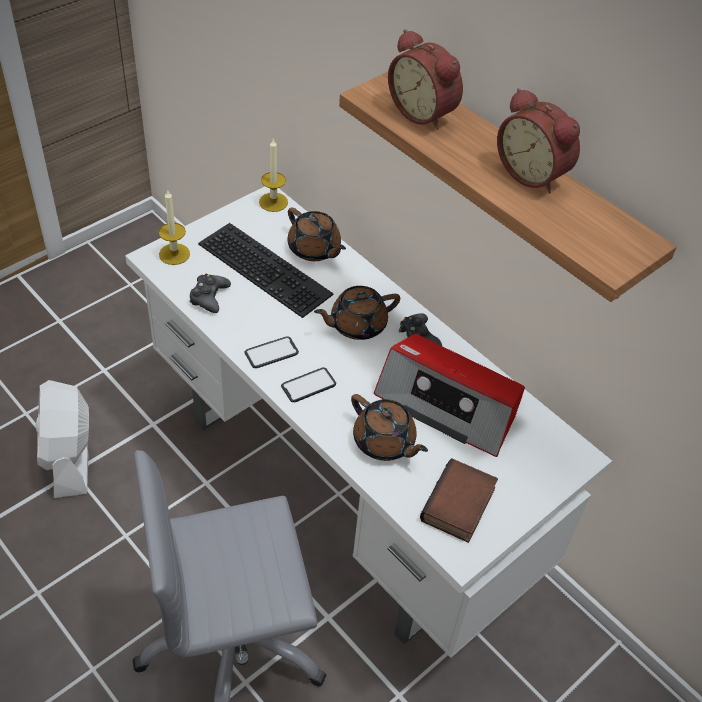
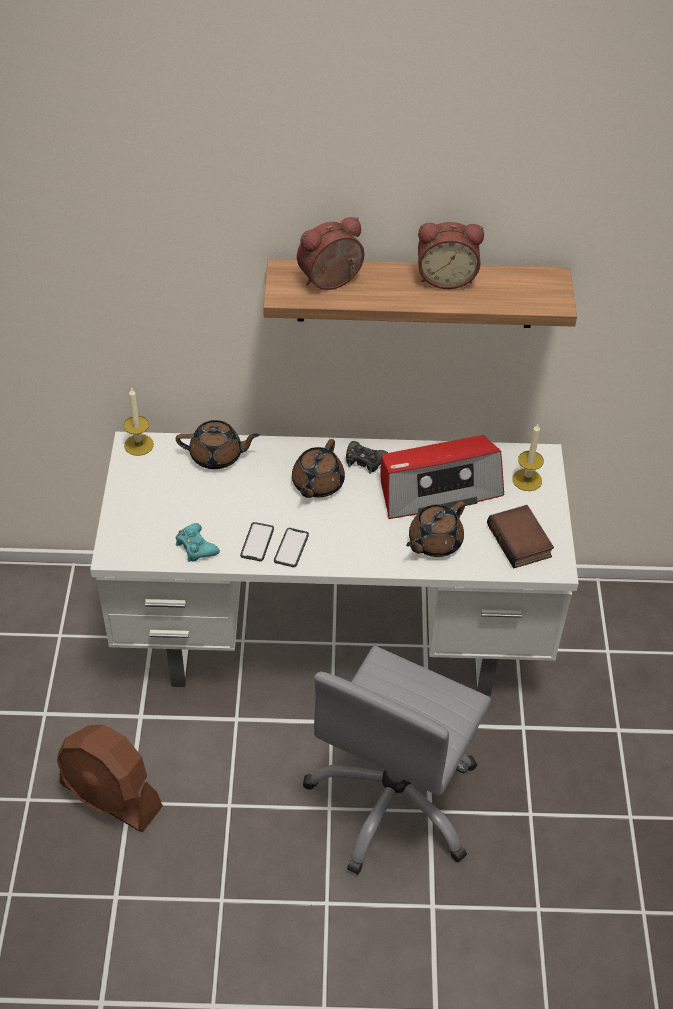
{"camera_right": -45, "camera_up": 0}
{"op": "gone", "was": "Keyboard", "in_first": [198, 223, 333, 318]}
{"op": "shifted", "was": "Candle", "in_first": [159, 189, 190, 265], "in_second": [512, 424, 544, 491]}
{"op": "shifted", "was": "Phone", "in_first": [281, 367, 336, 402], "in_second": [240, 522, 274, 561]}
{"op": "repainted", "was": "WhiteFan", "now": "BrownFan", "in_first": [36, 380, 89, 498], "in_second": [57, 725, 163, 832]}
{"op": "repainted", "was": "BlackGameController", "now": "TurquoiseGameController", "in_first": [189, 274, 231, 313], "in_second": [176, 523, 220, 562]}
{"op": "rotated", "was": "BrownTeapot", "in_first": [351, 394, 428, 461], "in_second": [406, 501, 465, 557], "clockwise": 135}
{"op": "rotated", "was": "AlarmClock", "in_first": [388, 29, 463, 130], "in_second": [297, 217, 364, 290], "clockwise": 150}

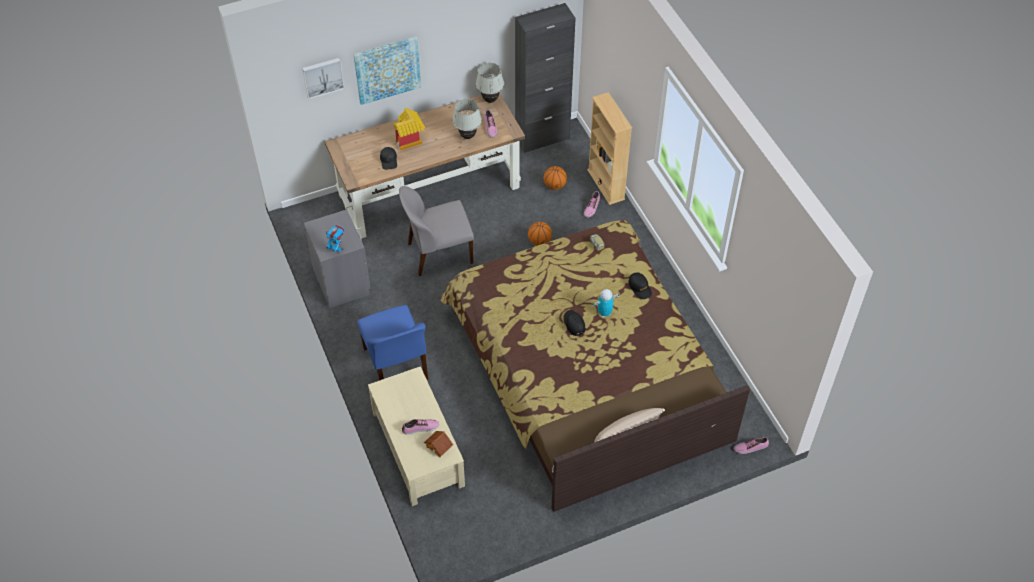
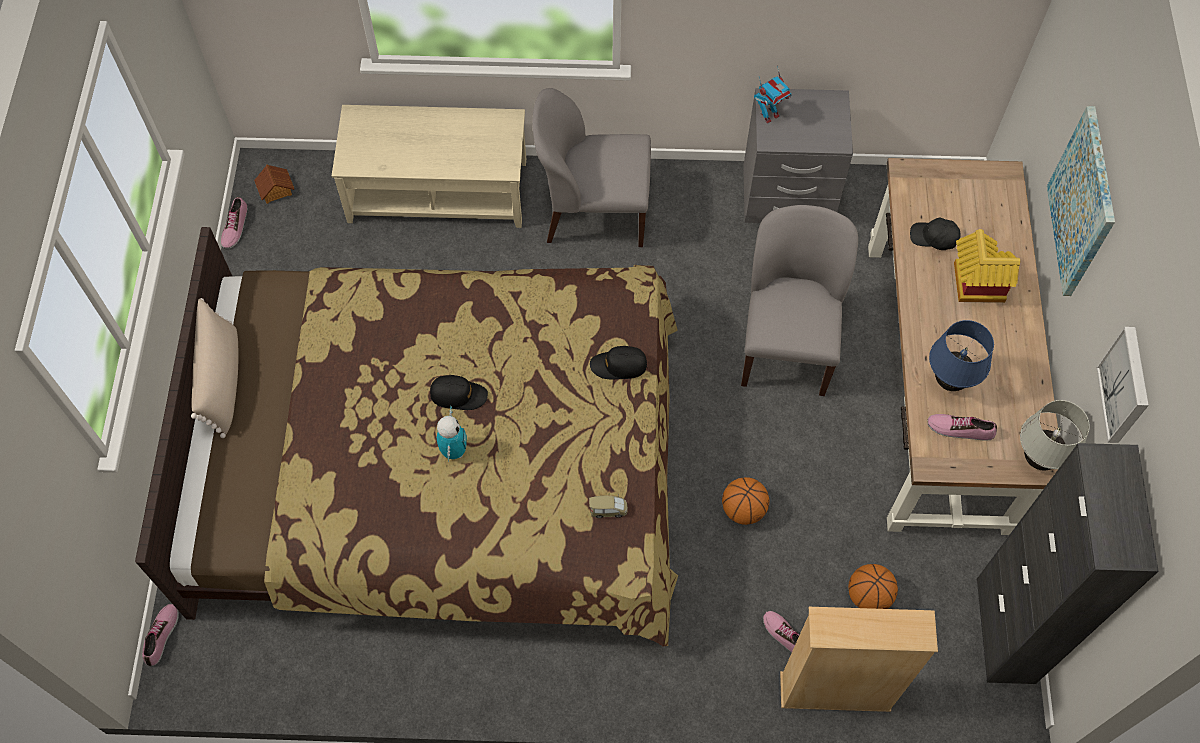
{"camera_right": 115, "camera_up": 10}
{"op": "shifted", "was": "Picture", "in_first": [302, 58, 345, 99], "in_second": [1096, 327, 1149, 443]}
{"op": "shifted", "was": "Shoe", "in_first": [402, 419, 439, 435], "in_second": [221, 197, 247, 249]}
{"op": "shifted", "was": "ToyHouse", "in_first": [424, 431, 453, 458], "in_second": [254, 165, 294, 204]}
{"op": "shifted", "was": "BlackCap", "in_first": [628, 272, 652, 299], "in_second": [590, 346, 647, 379]}
{"op": "repainted", "was": "BlueChair", "now": "GreyChair", "in_first": [357, 305, 428, 381], "in_second": [532, 88, 651, 247]}
{"op": "repainted", "was": "WhiteTableLamp", "now": "BlueTableLamp", "in_first": [452, 98, 482, 139], "in_second": [929, 320, 994, 391]}

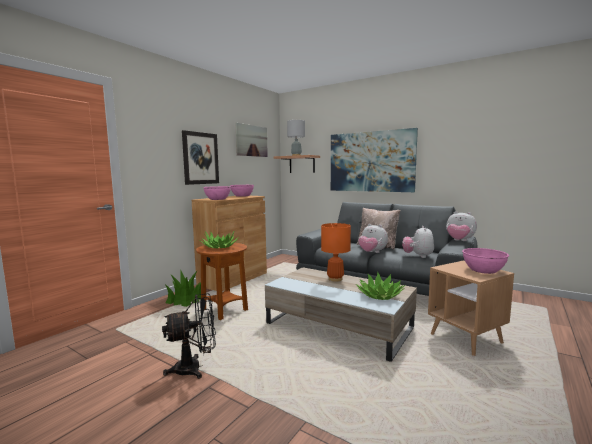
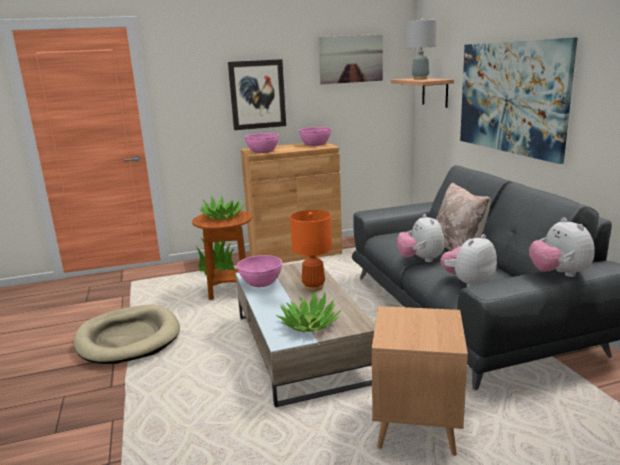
{"camera_right": 40, "camera_up": 10}
{"op": "shifted", "was": "PinkBowl", "in_first": [462, 248, 509, 274], "in_second": [237, 255, 283, 287]}
{"op": "swapped", "was": "BlackFan", "now": "BeigeDogBed", "in_first": [162, 293, 216, 379], "in_second": [74, 305, 180, 364]}

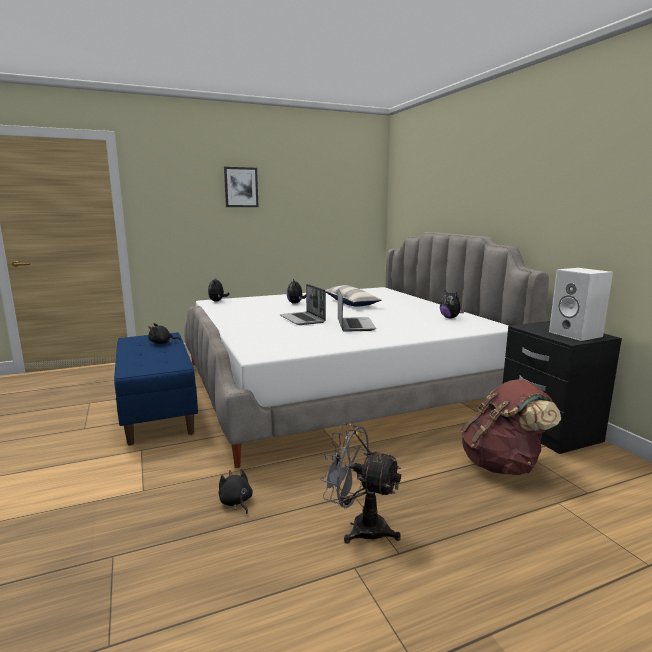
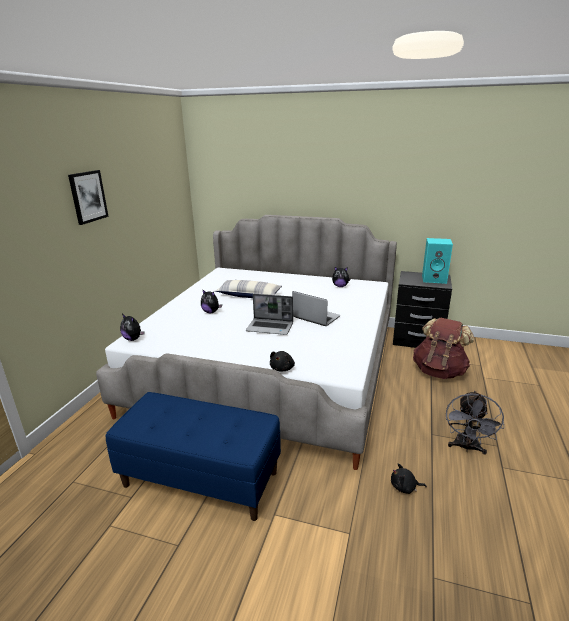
{"camera_right": -50, "camera_up": 10}
{"op": "shifted", "was": "BlackPlushToy", "in_first": [148, 323, 181, 344], "in_second": [270, 351, 295, 371]}
{"op": "repainted", "was": "WhiteSpeaker", "now": "TurquoiseSpeaker", "in_first": [549, 268, 613, 341], "in_second": [422, 238, 453, 284]}
{"op": "rotated", "was": "GreyFan", "in_first": [320, 424, 401, 544], "in_second": [446, 391, 505, 455], "clockwise": -45}

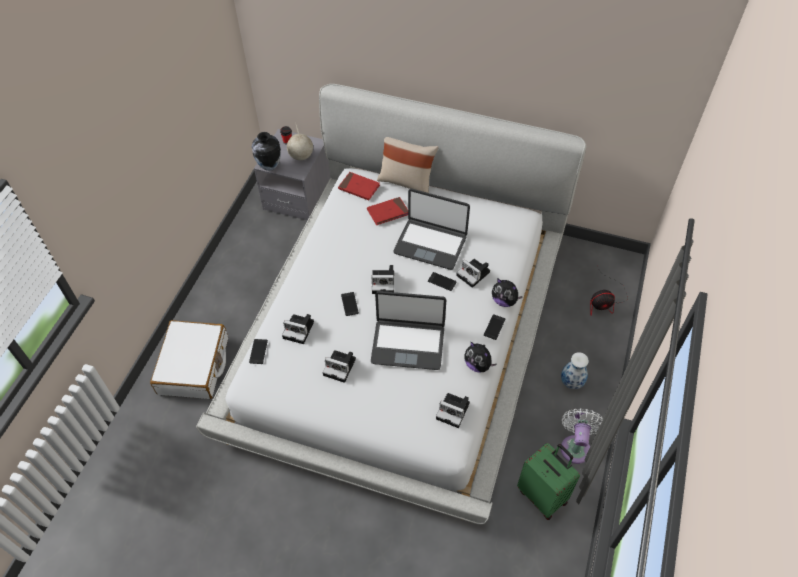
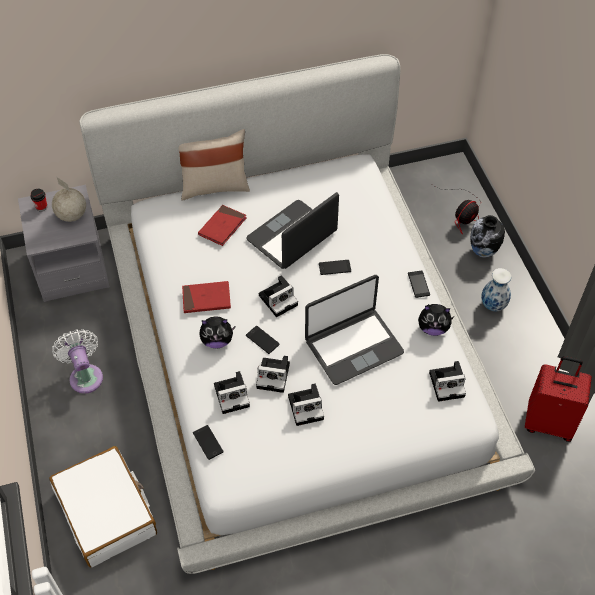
{"camera_right": -35, "camera_up": 0}
{"op": "shifted", "was": "Vase", "in_first": [252, 132, 281, 171], "in_second": [470, 215, 505, 258]}
{"op": "shifted", "was": "RedBook", "in_first": [338, 172, 380, 200], "in_second": [182, 281, 231, 313]}
{"op": "shifted", "was": "PhotoCamera", "in_first": [456, 259, 490, 288], "in_second": [256, 356, 290, 393]}
{"op": "shifted", "was": "PlushToy", "in_first": [492, 279, 523, 307], "in_second": [199, 316, 236, 349]}
{"op": "shifted", "was": "WhiteFan", "in_first": [561, 408, 603, 464], "in_second": [52, 329, 103, 394]}
{"op": "repainted", "was": "GreenSuitcase", "now": "RedSuitcase", "in_first": [517, 443, 580, 520], "in_second": [525, 356, 592, 442]}
{"op": "rotated", "was": "Laptop", "in_first": [393, 189, 470, 270], "in_second": [246, 192, 339, 269], "clockwise": 150}

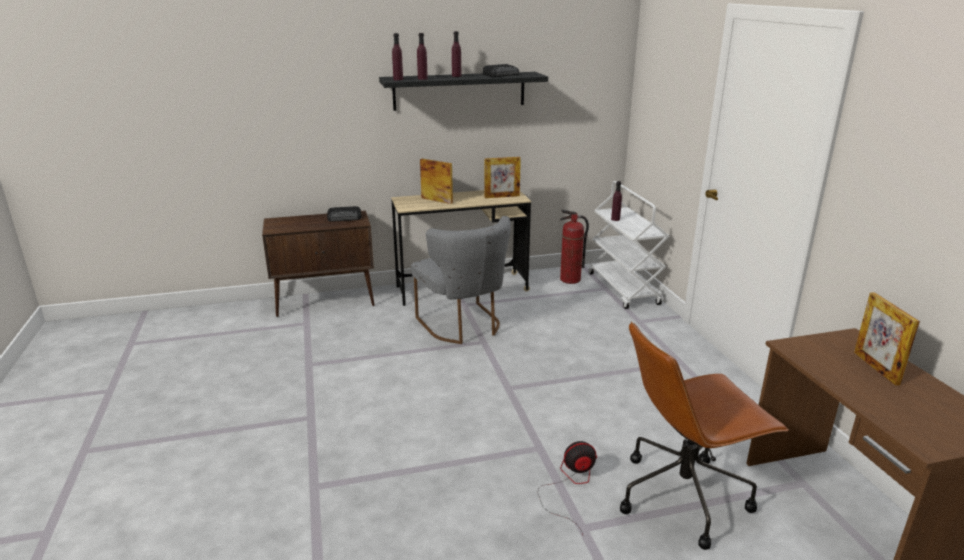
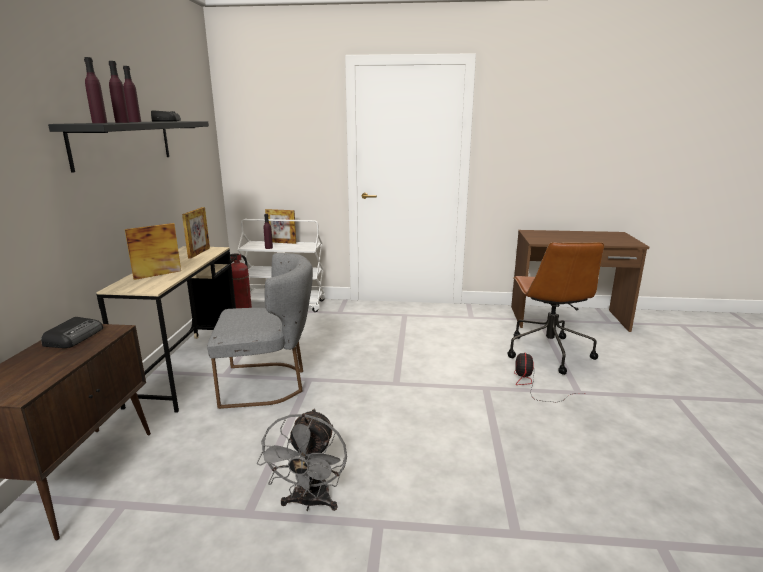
{"camera_right": -70, "camera_up": -5}
{"op": "new", "now": "GreyFan", "in_second": [257, 408, 347, 511]}
{"op": "shifted", "was": "PictureFrame", "in_first": [854, 292, 920, 386], "in_second": [265, 209, 296, 244]}

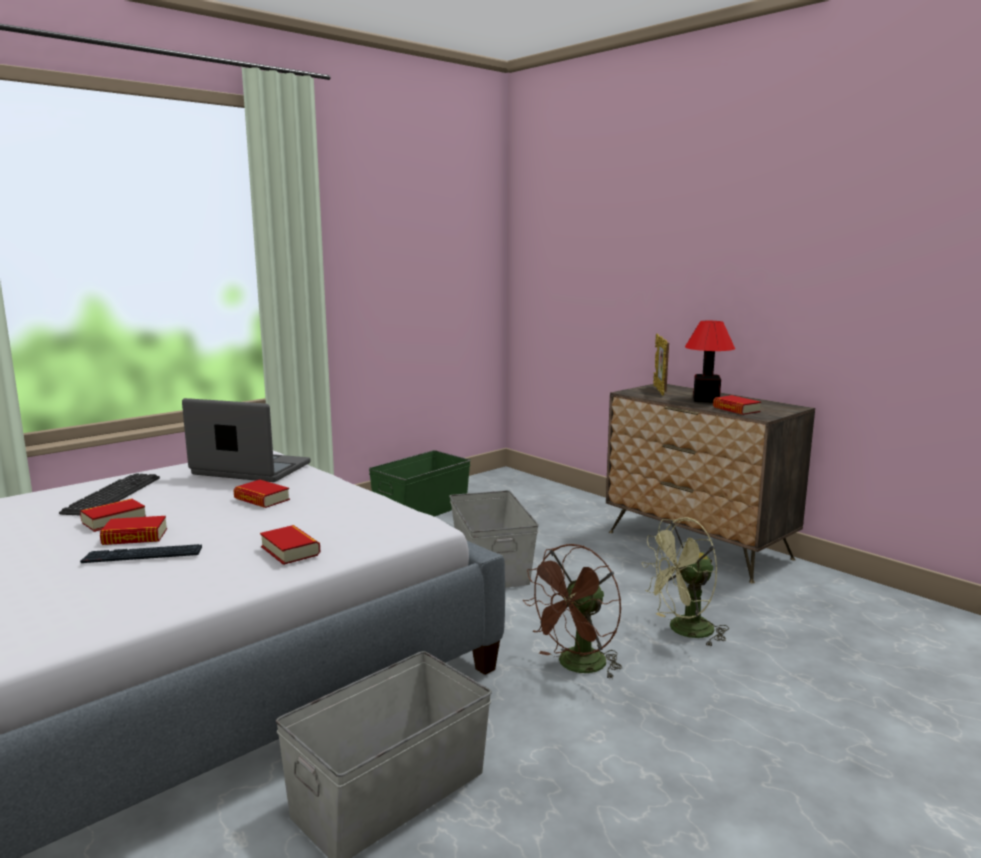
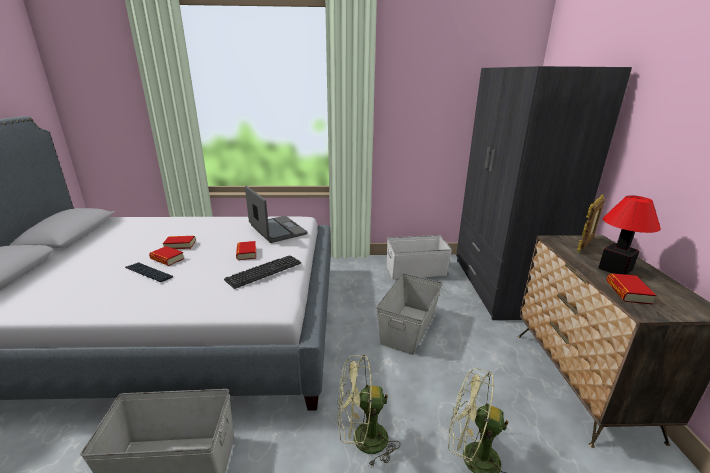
{"camera_right": 40, "camera_up": 10}
{"op": "gone", "was": "Book", "in_first": [260, 525, 320, 565]}
{"op": "new", "now": "GreyWardrobe", "in_second": [456, 66, 632, 320]}
{"op": "shifted", "was": "Keyboard", "in_first": [59, 474, 160, 515], "in_second": [224, 255, 301, 289]}
{"op": "repainted", "was": "GreenStorageBox", "now": "WhiteStorageBox", "in_first": [369, 450, 471, 517], "in_second": [387, 235, 452, 279]}
{"op": "repainted", "was": "BrownFan", "now": "GreenFan", "in_first": [523, 544, 622, 680], "in_second": [338, 355, 400, 467]}

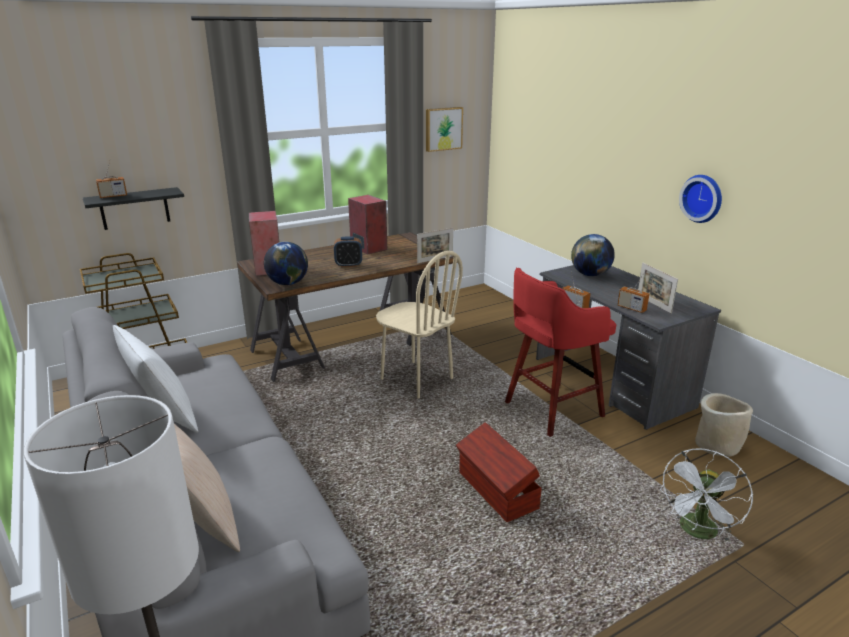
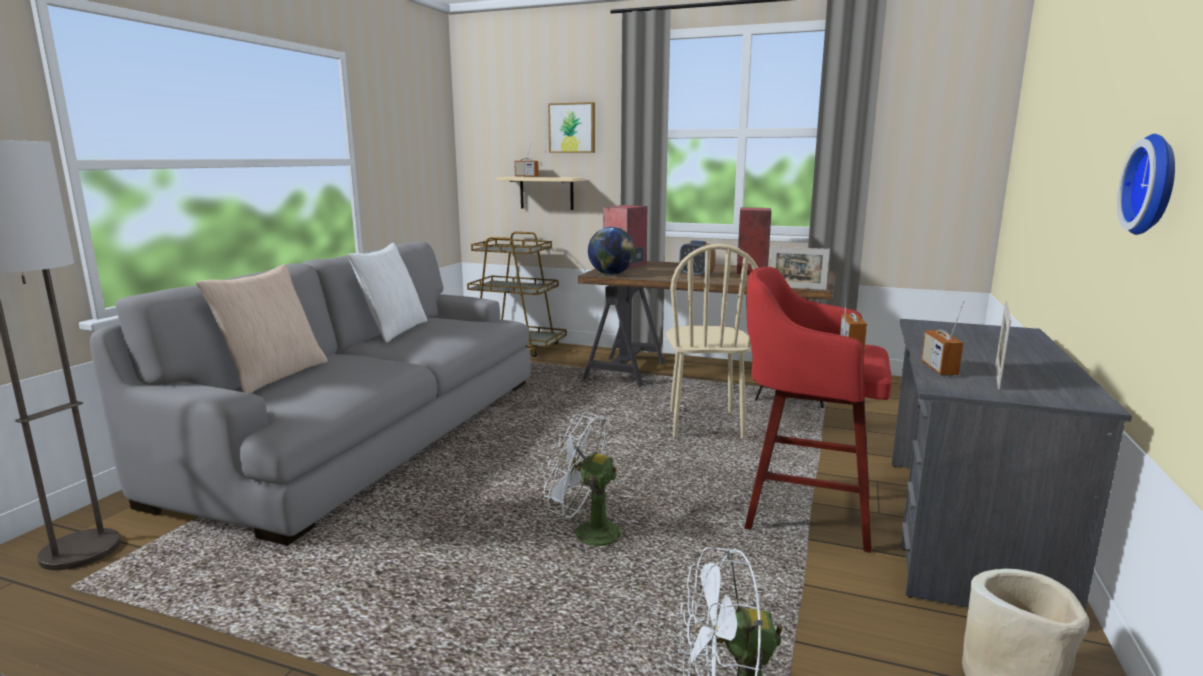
{"camera_right": 50, "camera_up": -10}
{"op": "gone", "was": "Globe", "in_first": [571, 234, 615, 276]}
{"op": "shifted", "was": "Picture", "in_first": [426, 107, 463, 152], "in_second": [548, 102, 595, 153]}
{"op": "swapped", "was": "BrownStorageBox", "now": "WhiteFan", "in_first": [456, 422, 542, 522], "in_second": [543, 412, 622, 554]}
{"op": "repainted", "was": "BlackShelf", "now": "BeigeShelf", "in_first": [83, 187, 184, 230], "in_second": [496, 177, 584, 210]}

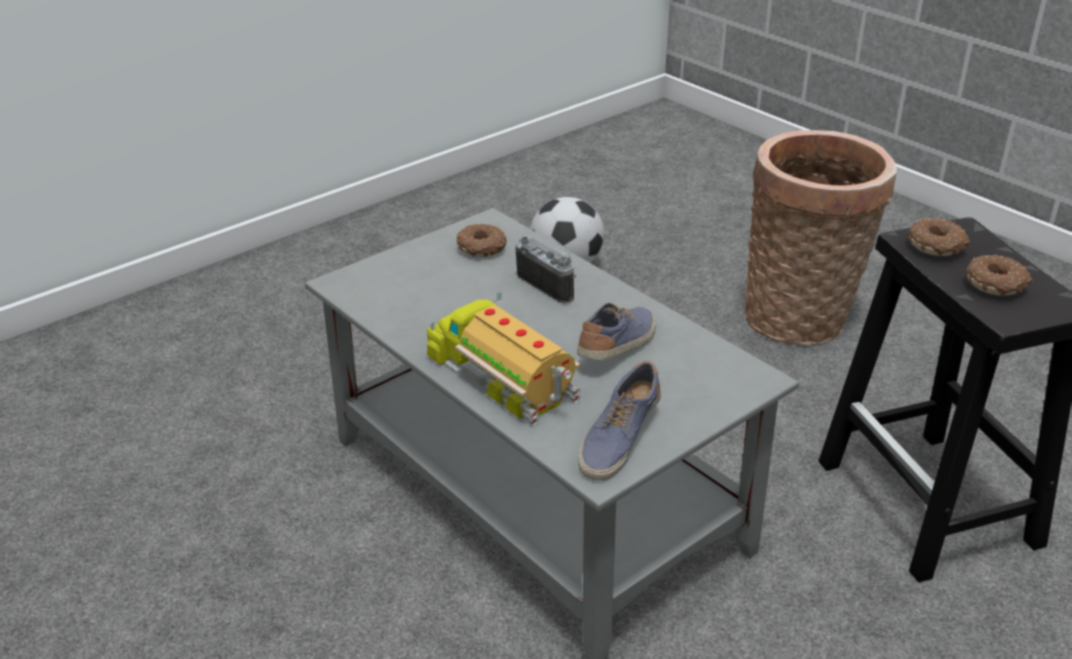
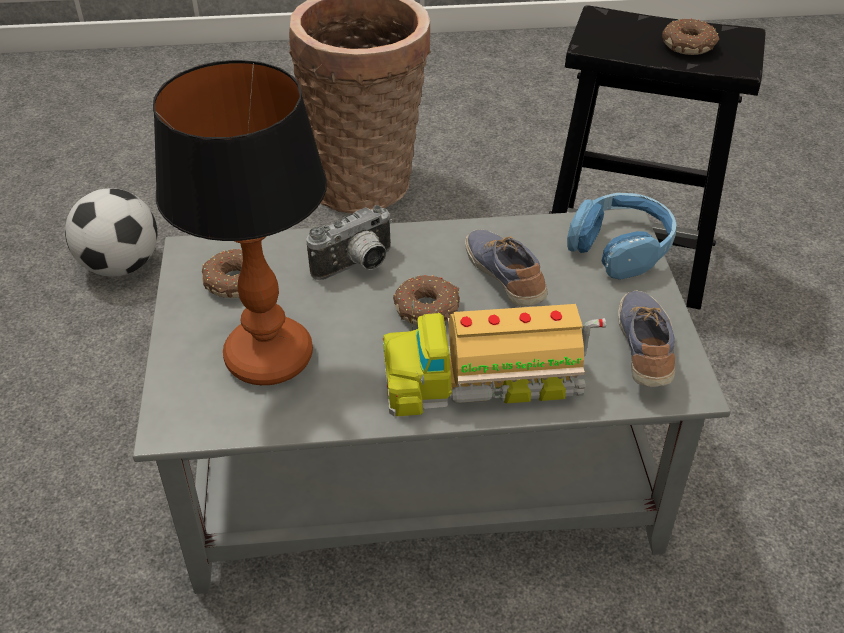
{"camera_right": -55, "camera_up": 10}
{"op": "new", "now": "TableLamp", "in_second": [153, 60, 327, 385]}
{"op": "new", "now": "BlueHeadphones", "in_second": [567, 193, 677, 280]}
{"op": "shifted", "was": "Donut", "in_first": [908, 218, 971, 256], "in_second": [393, 275, 460, 325]}
{"op": "rotated", "was": "PhotoCamera", "in_first": [515, 237, 576, 304], "in_second": [306, 205, 392, 280], "clockwise": 150}
{"op": "rotated", "was": "Shoe", "in_first": [578, 361, 661, 481], "in_second": [618, 291, 675, 387], "clockwise": -150}

